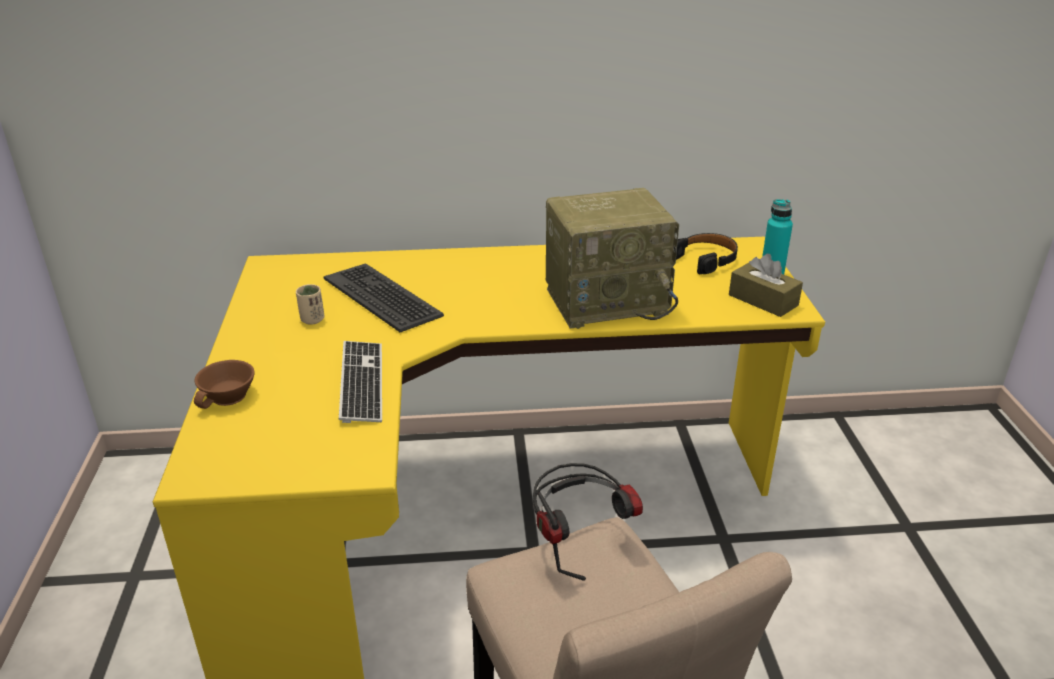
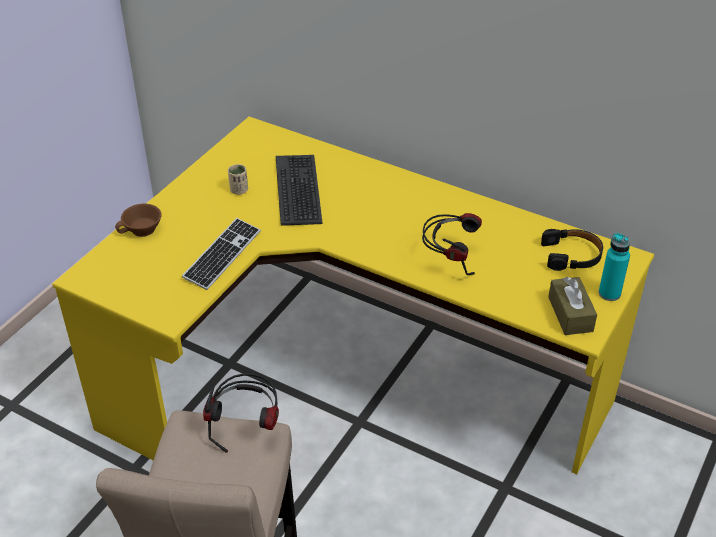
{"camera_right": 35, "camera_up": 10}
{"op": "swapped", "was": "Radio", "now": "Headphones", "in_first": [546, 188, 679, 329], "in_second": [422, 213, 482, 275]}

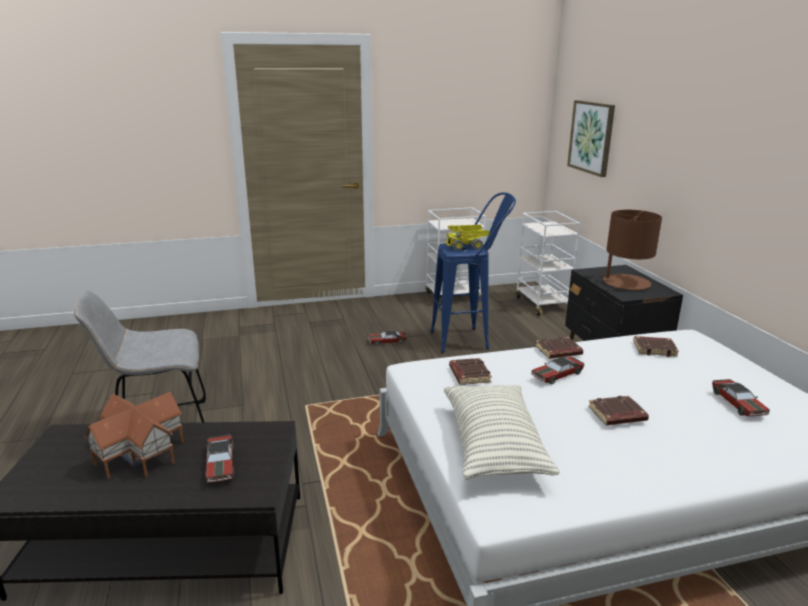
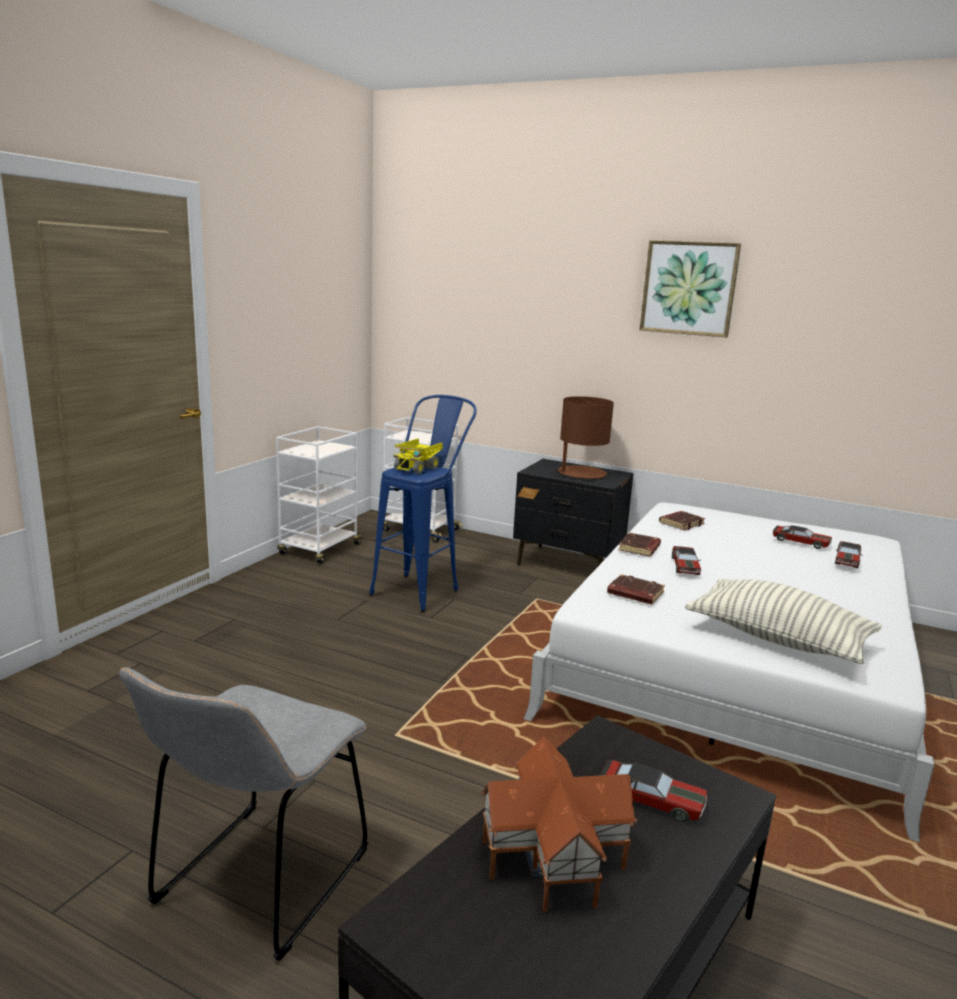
{"camera_right": -50, "camera_up": -5}
{"op": "gone", "was": "BrownBook", "in_first": [588, 396, 649, 425]}
{"op": "shifted", "was": "ToyCar", "in_first": [368, 331, 407, 346], "in_second": [835, 541, 863, 568]}
{"op": "shifted", "was": "Picture", "in_first": [567, 100, 615, 177], "in_second": [639, 240, 741, 337]}

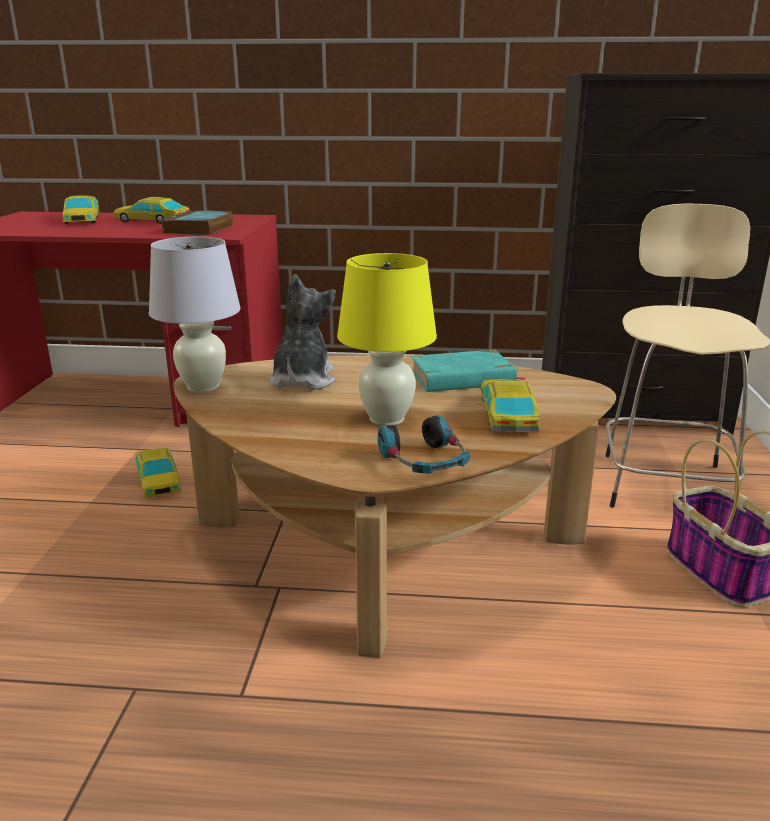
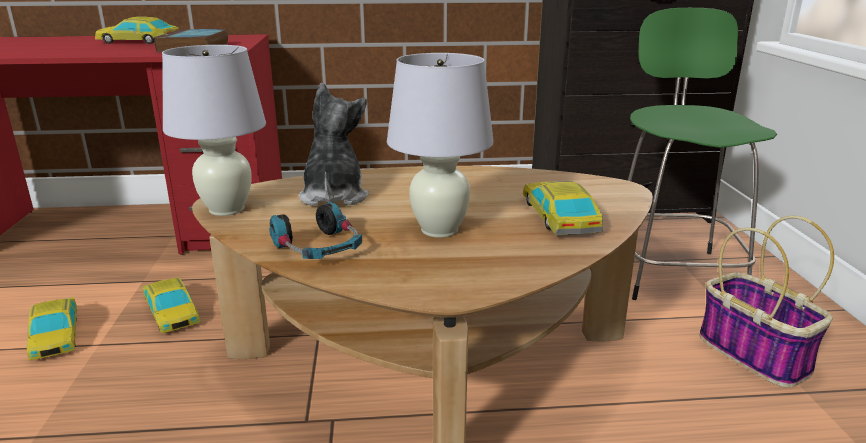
{"camera_right": -10, "camera_up": 0}
{"op": "gone", "was": "TurquoiseBook", "in_first": [411, 350, 524, 392]}
{"op": "shifted", "was": "ToyCar", "in_first": [62, 195, 99, 224], "in_second": [27, 297, 77, 360]}
{"op": "shifted", "was": "Headphones", "in_first": [378, 415, 470, 474], "in_second": [269, 202, 362, 259]}
{"op": "repainted", "was": "YellowTableLamp", "now": "WhiteTableLamp", "in_first": [337, 253, 437, 426], "in_second": [387, 53, 494, 238]}
{"op": "repainted", "was": "BeigeStool", "now": "GreenStool", "in_first": [605, 204, 770, 508], "in_second": [628, 8, 777, 300]}

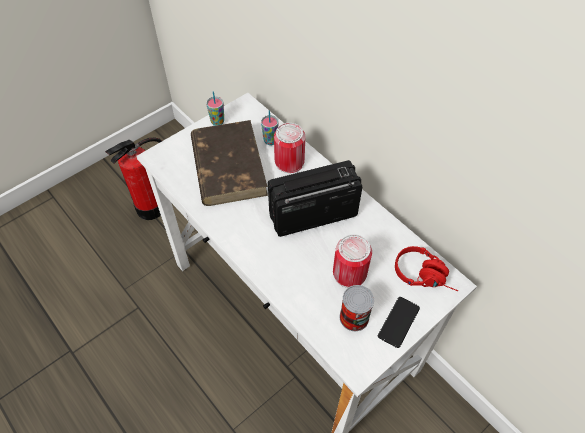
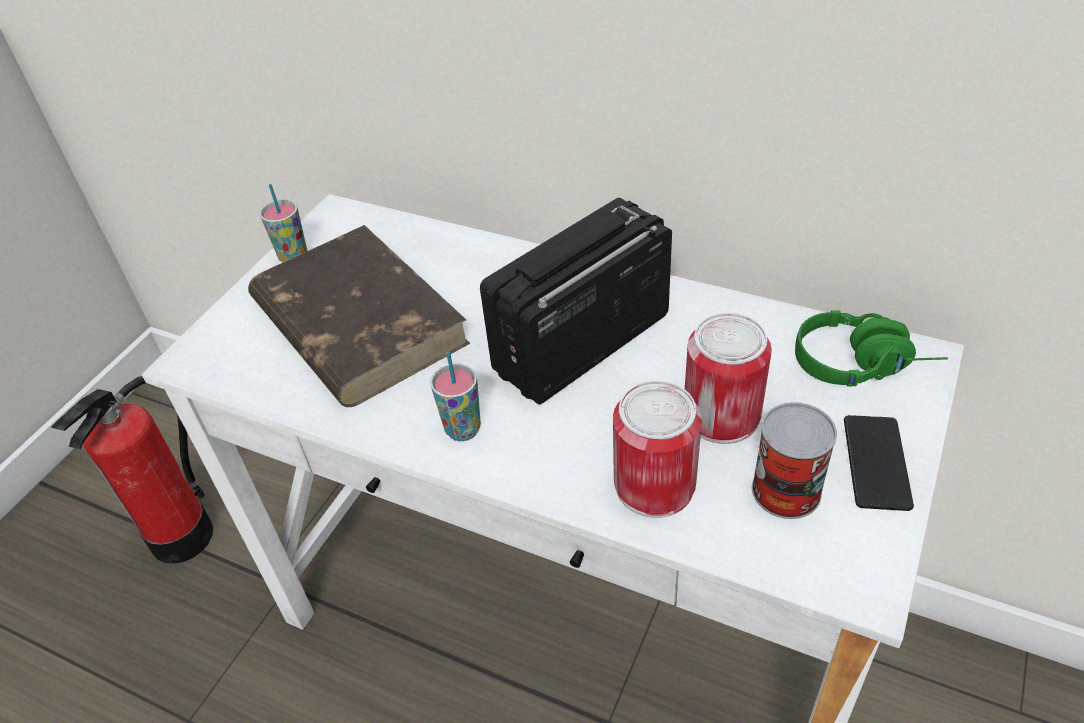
{"camera_right": -20, "camera_up": -10}
{"op": "shifted", "was": "Cup", "in_first": [261, 110, 279, 145], "in_second": [430, 352, 481, 441]}
{"op": "shifted", "was": "Can", "in_first": [274, 123, 305, 173], "in_second": [613, 380, 702, 518]}
{"op": "repainted", "was": "RedHeadphones", "now": "GreenHeadphones", "in_first": [395, 246, 458, 291], "in_second": [795, 310, 948, 387]}

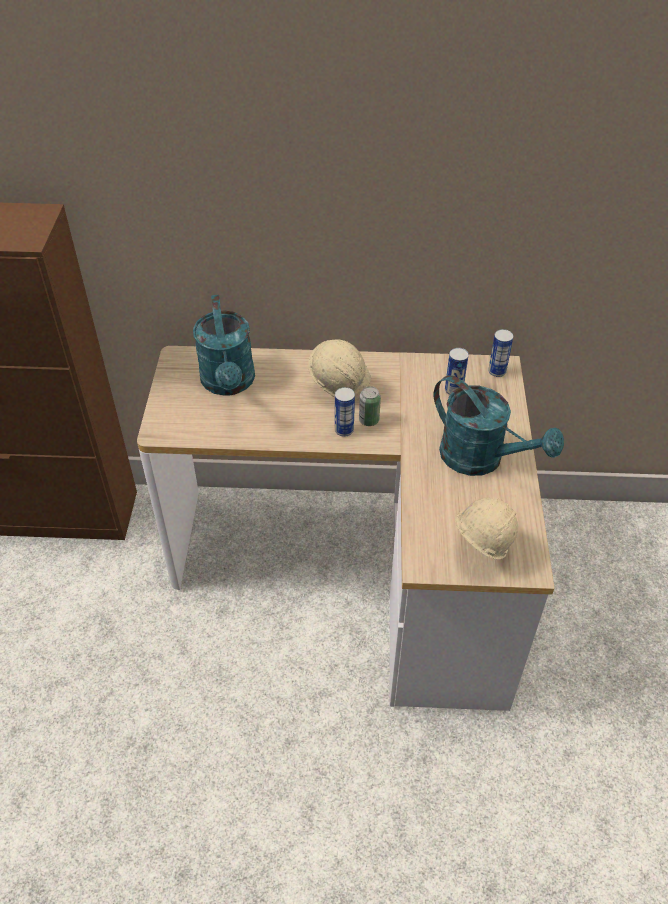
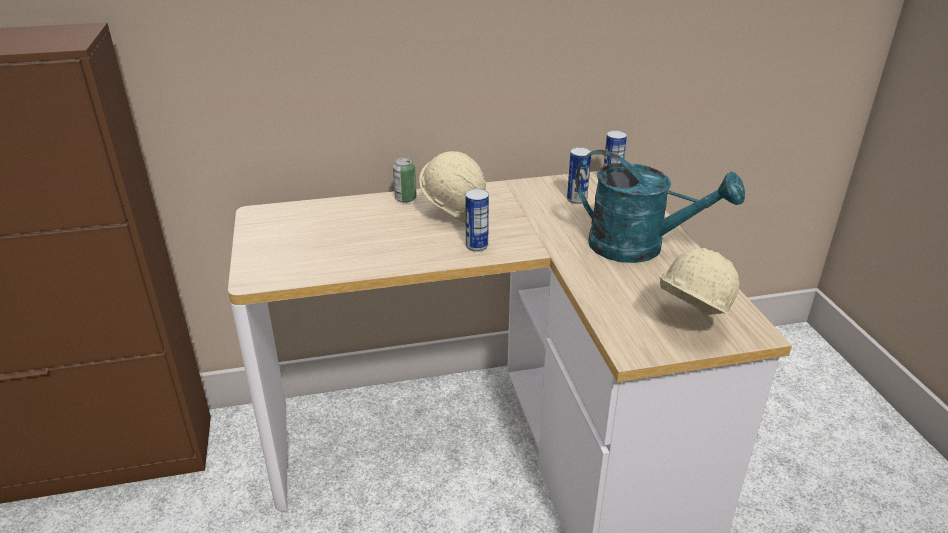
{"camera_right": -15, "camera_up": -15}
{"op": "gone", "was": "TurquoiseWateringCan", "in_first": [193, 295, 255, 396]}
{"op": "shifted", "was": "Can", "in_first": [359, 386, 381, 426], "in_second": [393, 157, 417, 203]}

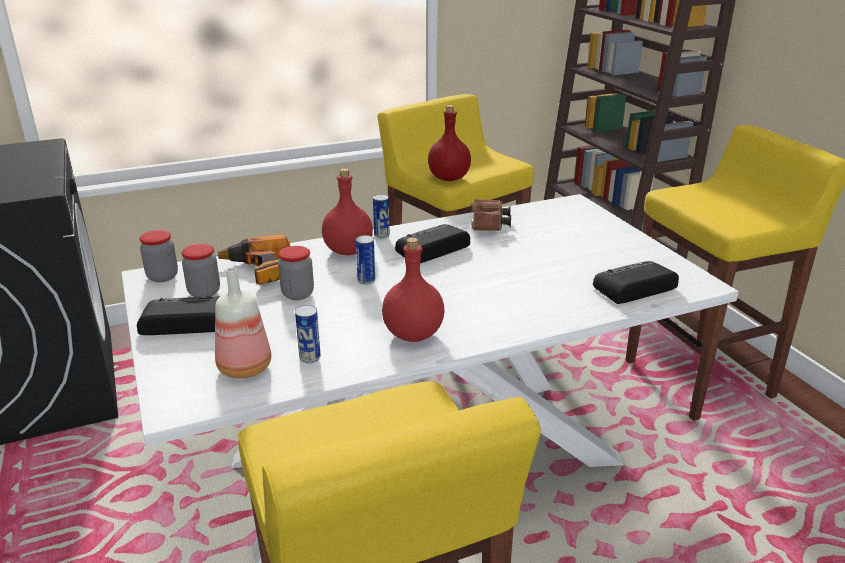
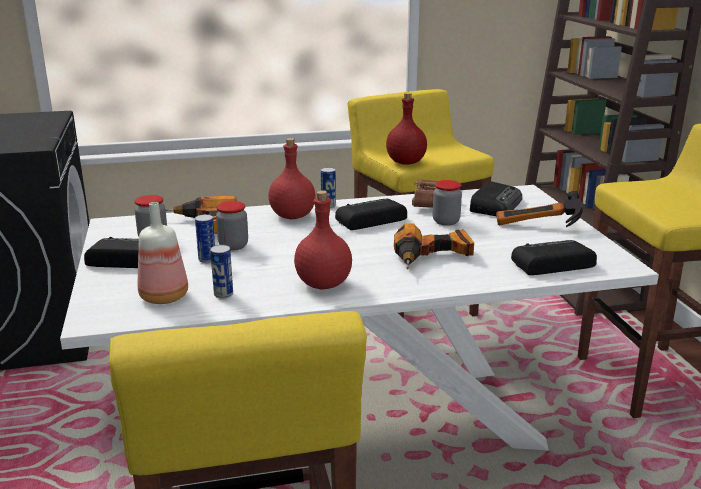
{"camera_right": 10, "camera_up": -5}
{"op": "new", "now": "PowerDrill", "in_second": [394, 223, 474, 269]}
{"op": "new", "now": "Radio", "in_second": [470, 181, 522, 216]}
{"op": "new", "now": "Hammer", "in_second": [496, 191, 582, 227]}
{"op": "shifted", "was": "Jar", "in_first": [139, 230, 178, 282], "in_second": [433, 180, 462, 226]}
{"op": "shifted", "was": "Can", "in_first": [356, 235, 375, 285], "in_second": [195, 214, 215, 263]}

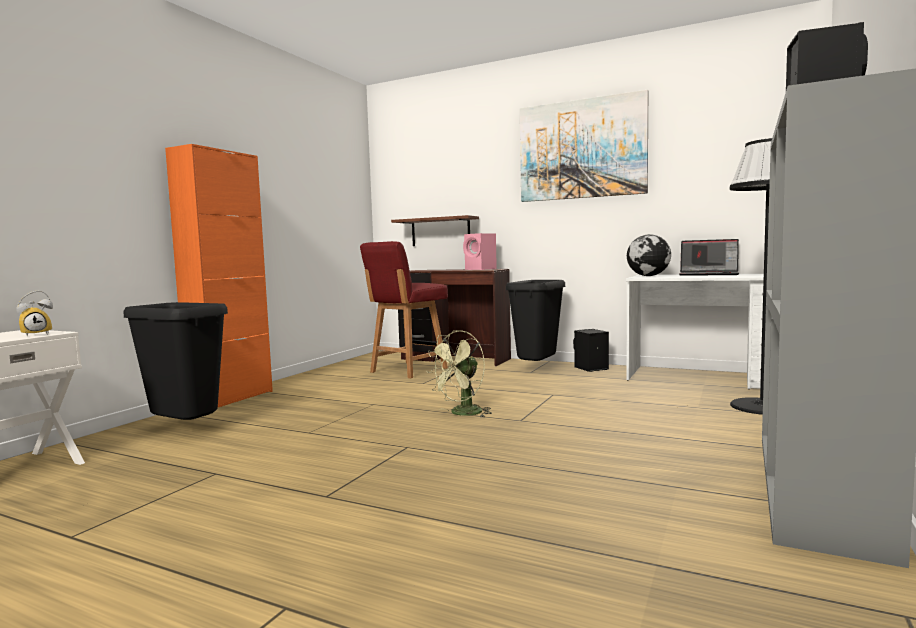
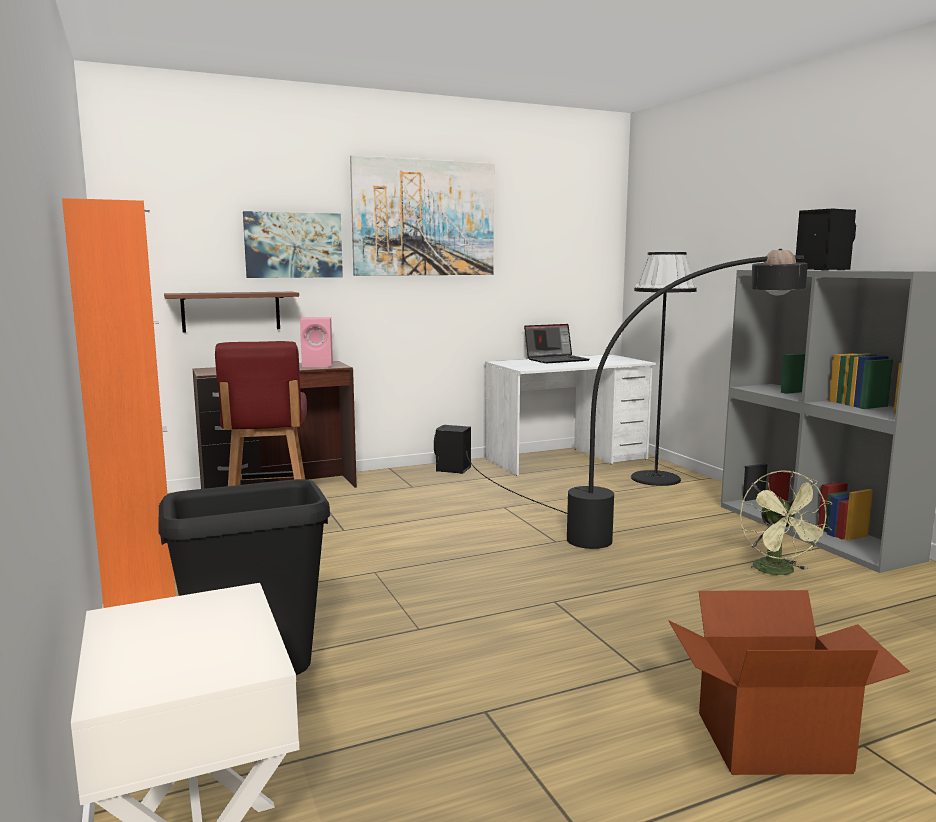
{"camera_right": -50, "camera_up": 5}
{"op": "gone", "was": "AlarmClock", "in_first": [16, 291, 53, 337]}
{"op": "gone", "was": "BlackTrashCan", "in_first": [506, 280, 565, 361]}
{"op": "gone", "was": "Globe", "in_first": [627, 234, 671, 276]}
{"op": "new", "now": "Picture", "in_second": [243, 211, 343, 278]}
{"op": "new", "now": "BlackFloorLamp", "in_second": [466, 249, 808, 549]}
{"op": "new", "now": "CardboardBox", "in_second": [668, 590, 910, 775]}
{"op": "shifted", "was": "GreenFan", "in_first": [426, 330, 492, 418], "in_second": [740, 470, 833, 575]}

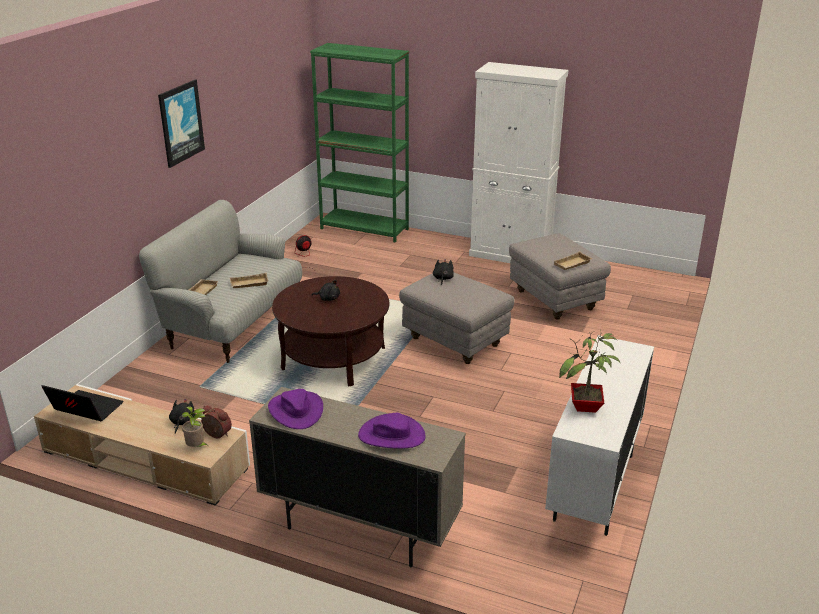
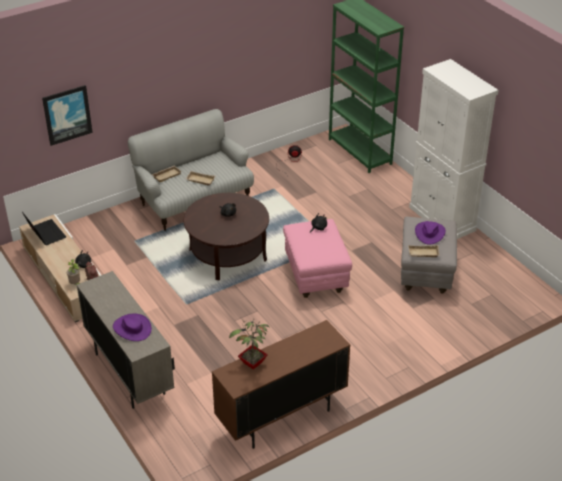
{"camera_right": 35, "camera_up": 10}
{"op": "shifted", "was": "Picture", "in_first": [158, 80, 205, 168], "in_second": [42, 85, 93, 146]}
{"op": "shifted", "was": "PurpleHat", "in_first": [268, 389, 323, 429], "in_second": [415, 221, 446, 245]}
{"op": "repainted", "was": "GreyOttoman", "now": "PinkOttoman", "in_first": [399, 272, 515, 364], "in_second": [283, 219, 352, 298]}
{"op": "repainted", "was": "WhiteCabinet", "now": "BrownCabinet", "in_first": [545, 335, 654, 536], "in_second": [212, 320, 351, 449]}

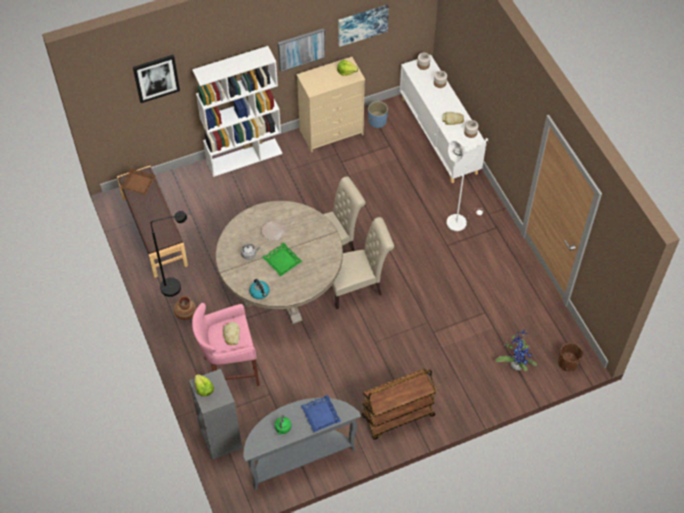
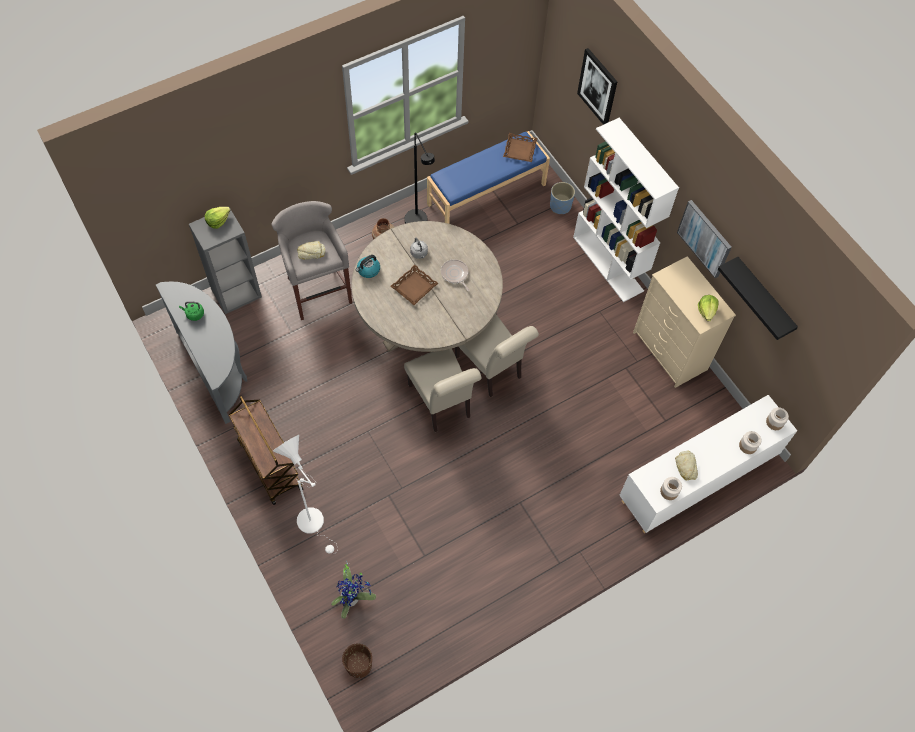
{"camera_right": 80, "camera_up": 5}
{"op": "gone", "was": "BlueTray", "in_first": [301, 395, 341, 432]}
{"op": "shifted", "was": "BluePlanter", "in_first": [368, 101, 388, 128], "in_second": [550, 182, 575, 214]}
{"op": "shifted", "was": "WhiteFloorLamp", "in_first": [447, 138, 488, 231], "in_second": [273, 435, 338, 554]}
{"op": "swapped", "was": "Picture", "now": "BlackShelf", "in_first": [338, 5, 389, 47], "in_second": [718, 257, 798, 340]}
{"op": "repainted", "was": "BrownBench", "now": "BlueBench", "in_first": [117, 166, 188, 278], "in_second": [427, 131, 550, 224]}
{"op": "repainted", "was": "PinkStool", "now": "GreyStool", "in_first": [192, 303, 260, 386], "in_second": [272, 201, 352, 320]}
{"op": "repainted", "was": "GreenTray", "now": "BrownTray", "in_first": [263, 243, 302, 276], "in_second": [390, 265, 438, 305]}

